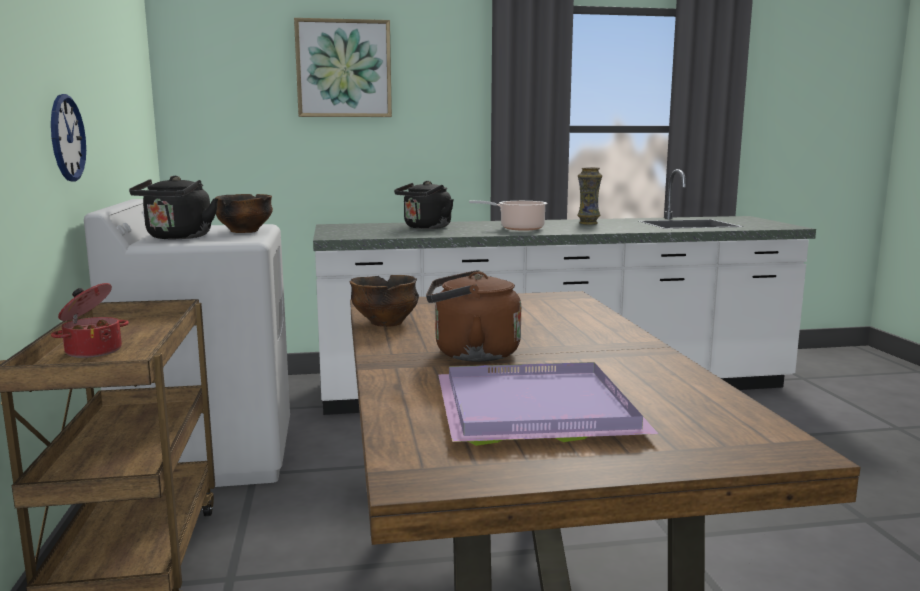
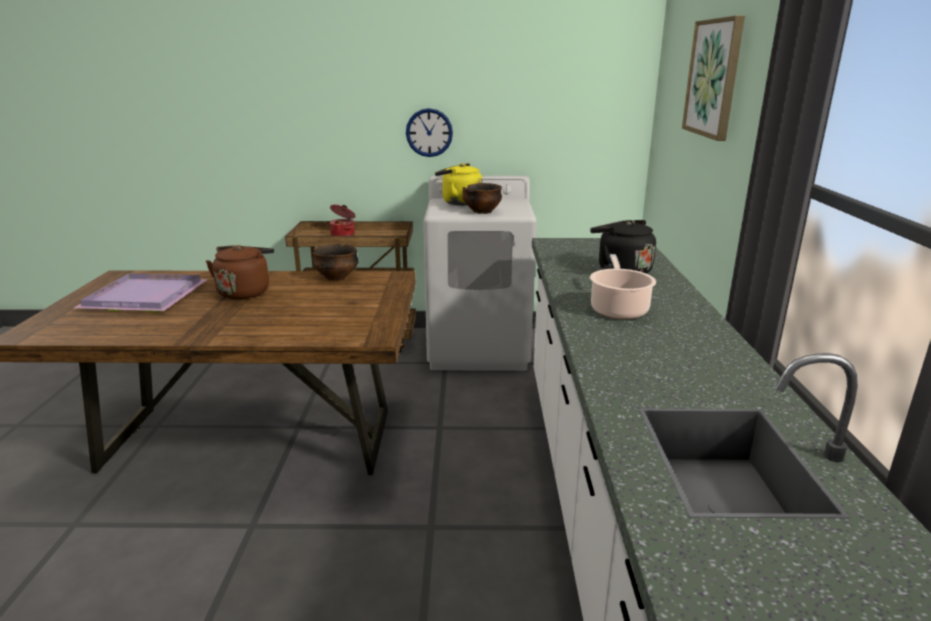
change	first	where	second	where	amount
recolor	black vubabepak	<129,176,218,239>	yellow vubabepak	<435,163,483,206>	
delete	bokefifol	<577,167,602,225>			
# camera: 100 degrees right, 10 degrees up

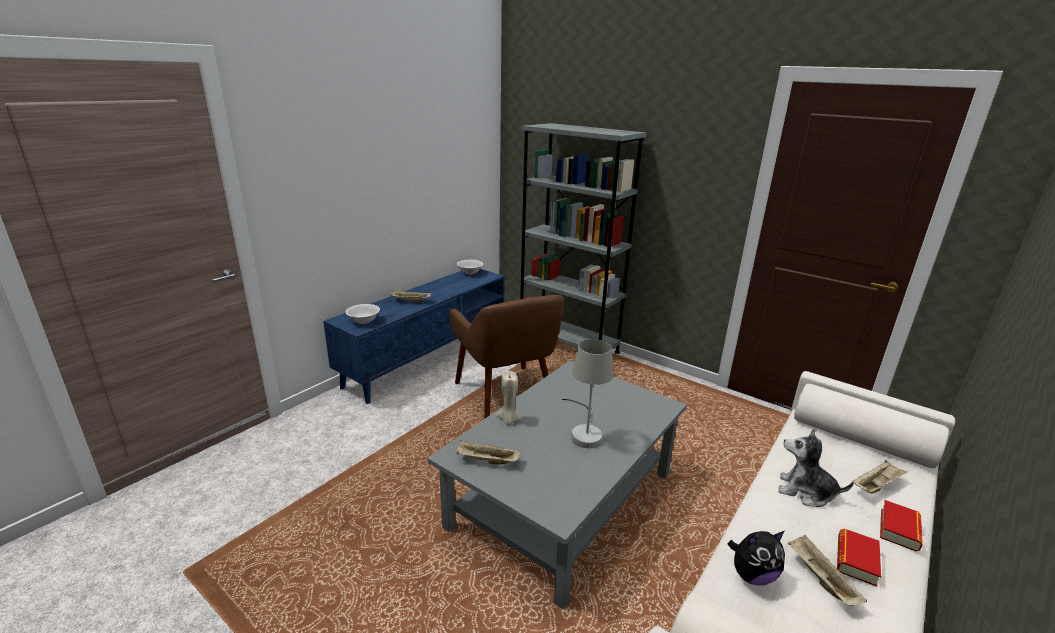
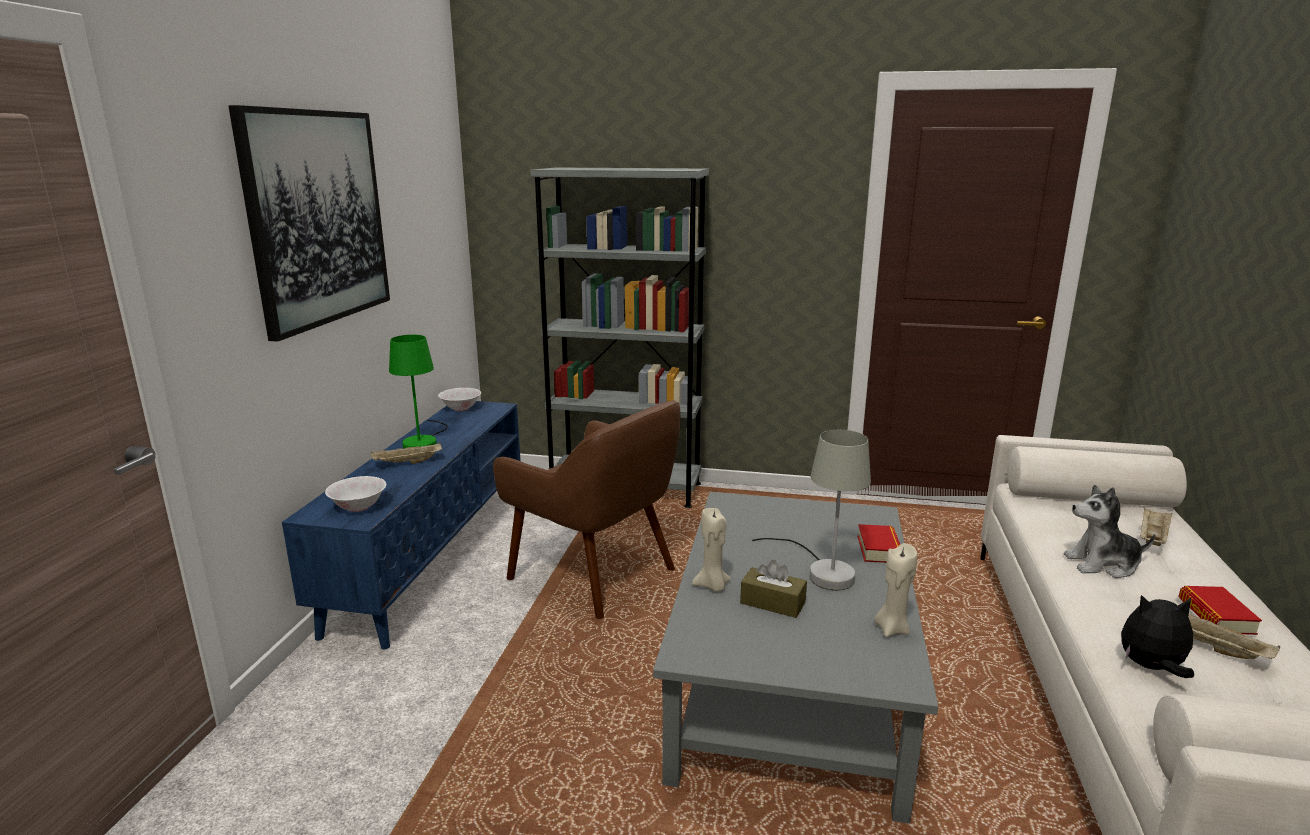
change	first	where	second	where	amount
insert			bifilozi	<228,105,390,342>	
insert			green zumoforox	<389,335,448,449>	
insert			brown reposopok	<740,560,807,618>	
move	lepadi	<880,500,923,551>		<857,524,900,563>	
insert			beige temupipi	<874,543,917,637>	
rotate	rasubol	<728,531,785,586>		<1121,595,1194,678>	135 degrees counterclockwise
delete	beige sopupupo	<456,440,521,464>			
# camera: 25 degrees left, 5 degrees down

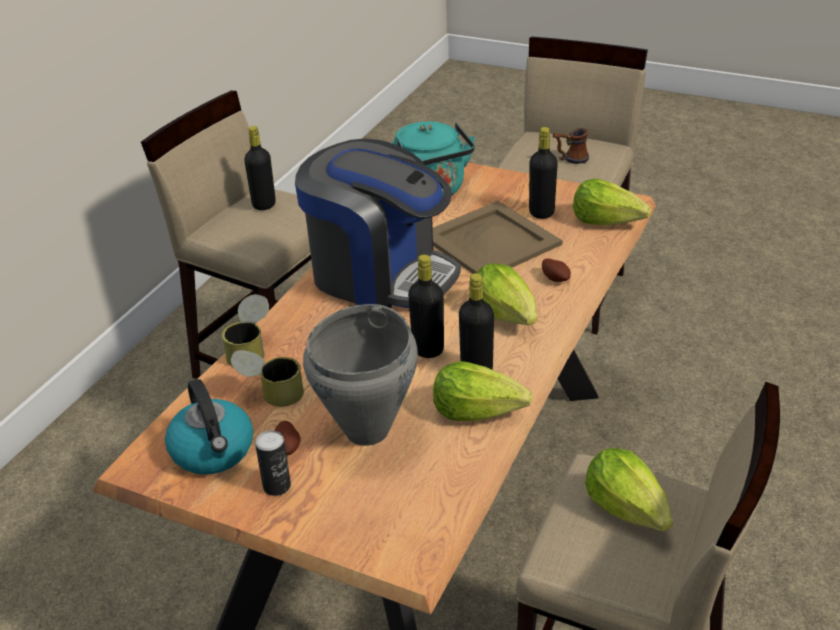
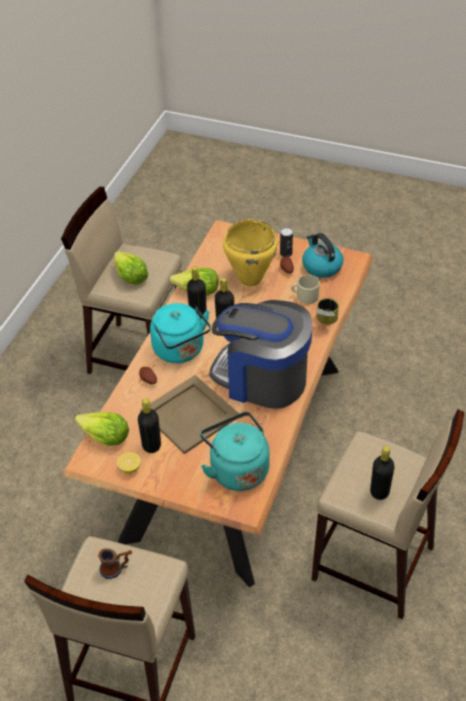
change	first	where	second	where	amount
insert			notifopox	<117,452,141,473>	
replace	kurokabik	<477,263,537,325>	turquoise vubabepak	<150,303,211,363>	
recolor	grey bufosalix	<303,304,418,446>	yellow bufosalix	<223,219,277,287>	
replace	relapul	<230,350,304,407>	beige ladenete	<291,275,320,304>	
# camera: 175 degrees right, 10 degrees up

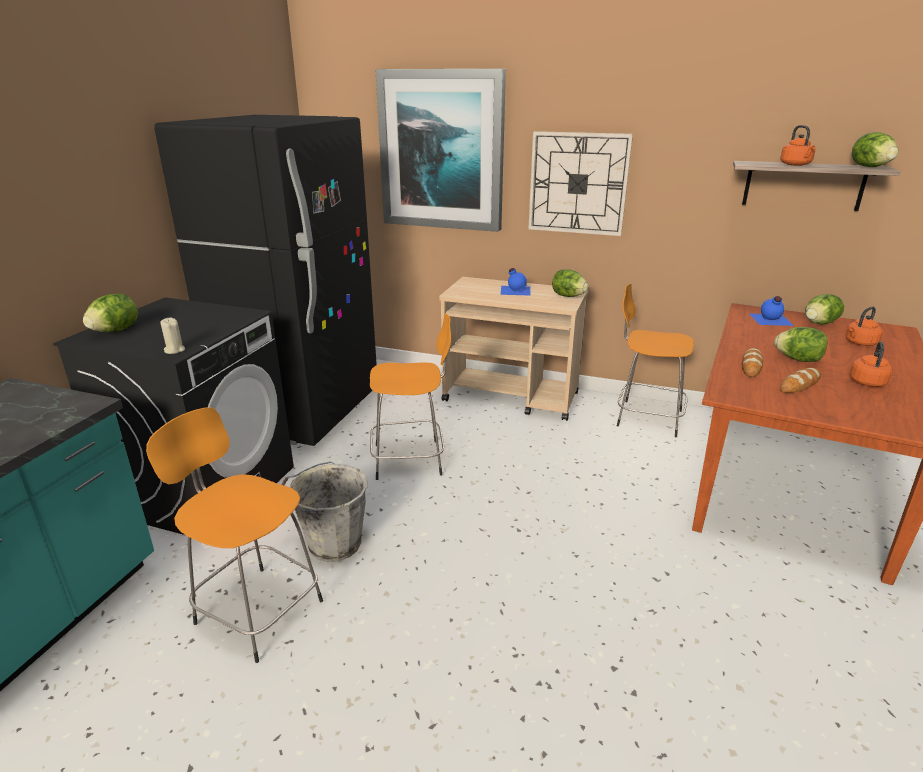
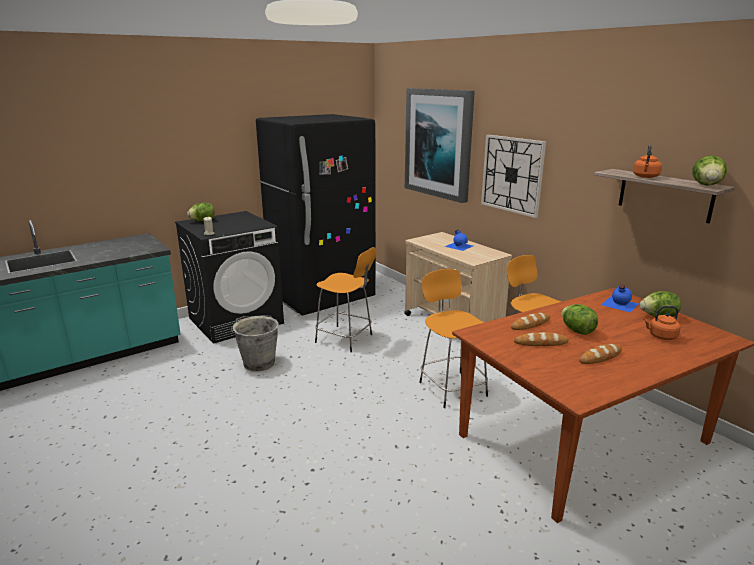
change	first	where	second	where	amount
move	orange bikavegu	<146,407,323,663>		<419,269,488,408>	
replace	orange vubabepak	<850,342,893,387>	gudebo	<579,344,622,364>	
delete	kurokabik	<552,269,589,297>			
# camera: 35 degrees right, 5 degrees down

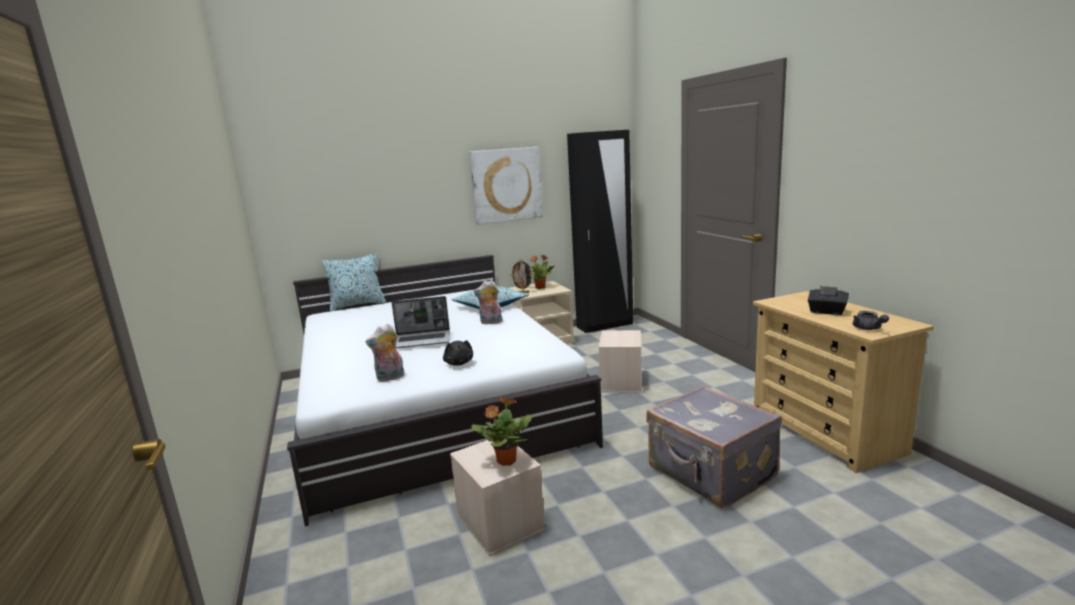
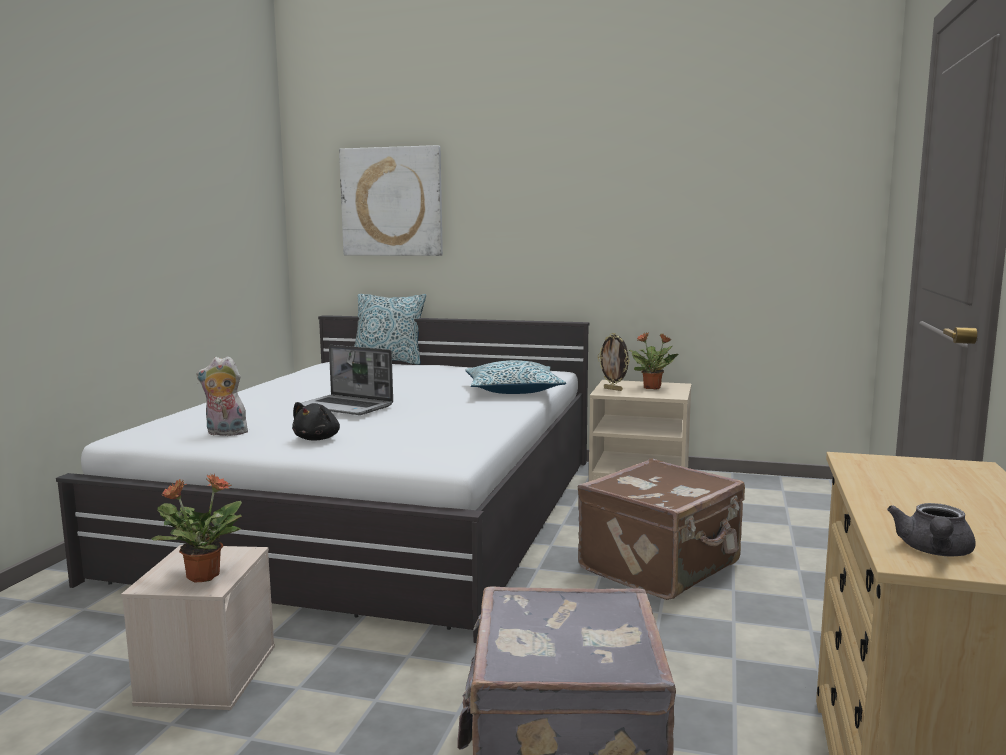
change	first	where	second	where	amount
move	bifilozi	<469,147,543,225>		<339,145,443,256>	
replace	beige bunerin	<599,330,642,393>	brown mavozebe	<578,458,745,600>	
delete	rasubol	<474,280,503,325>			
delete	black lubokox	<567,130,633,333>			
delete	black reposopok	<808,286,849,315>			
# camera: 35 degrees right, 5 degrees down

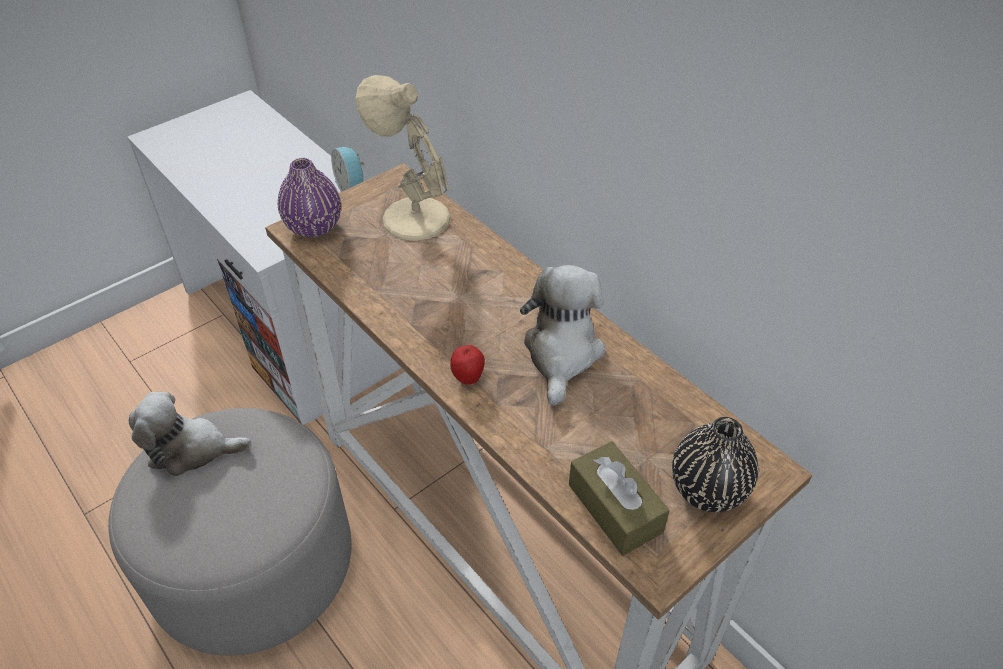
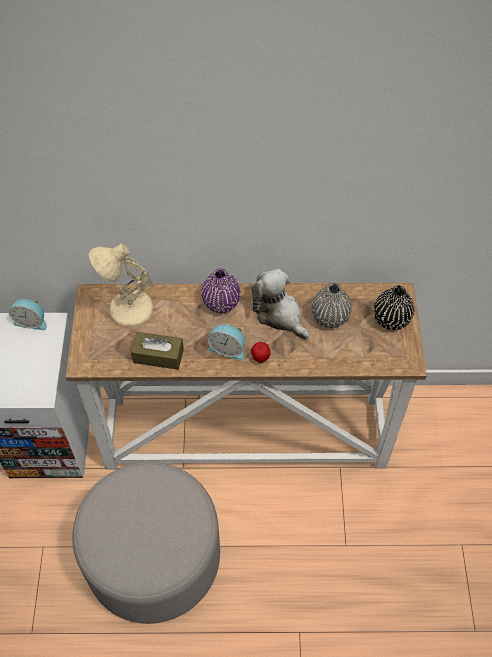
change	first	where	second	where	amount
move	brown reposopok	<569,441,670,556>		<131,332,184,370>	
move	purple bokefifol	<278,158,341,237>		<201,268,241,313>	
insert			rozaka	<208,324,245,361>	
insert			grey bokefifol	<312,283,352,328>	
delete	rasubol	<129,392,251,476>			
# camera: 50 degrees left, 10 degrees up

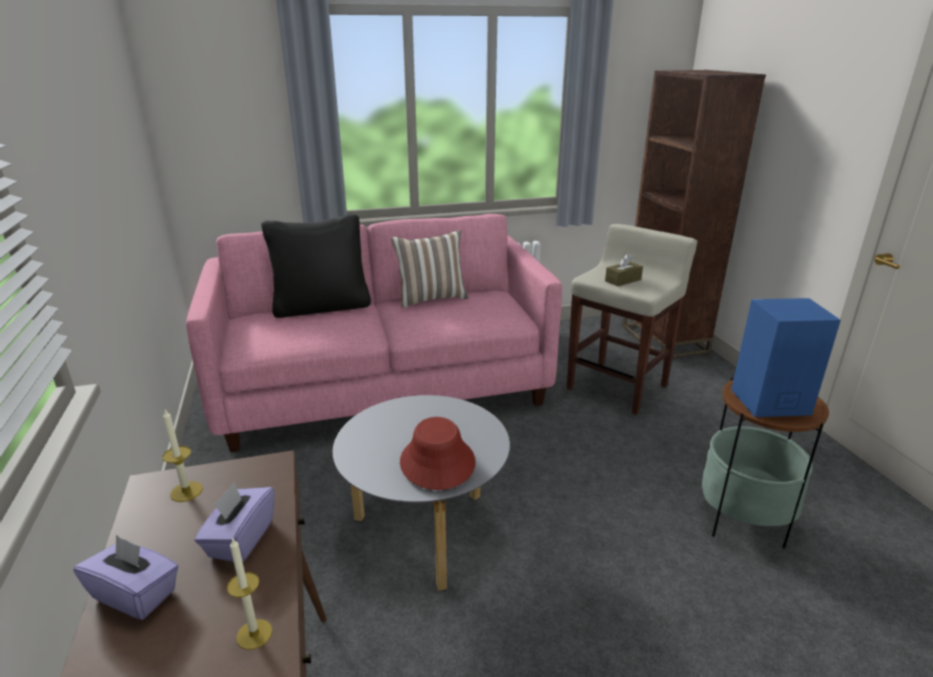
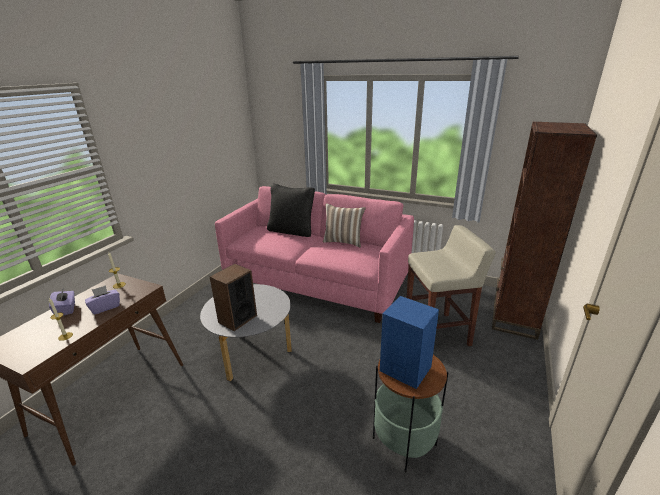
change	first	where	second	where	amount
replace	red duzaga	<400,417,476,490>	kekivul	<210,264,257,331>	
delete	brown reposopok	<605,253,643,286>			
# camera: 40 degrees right, 0 degrees up

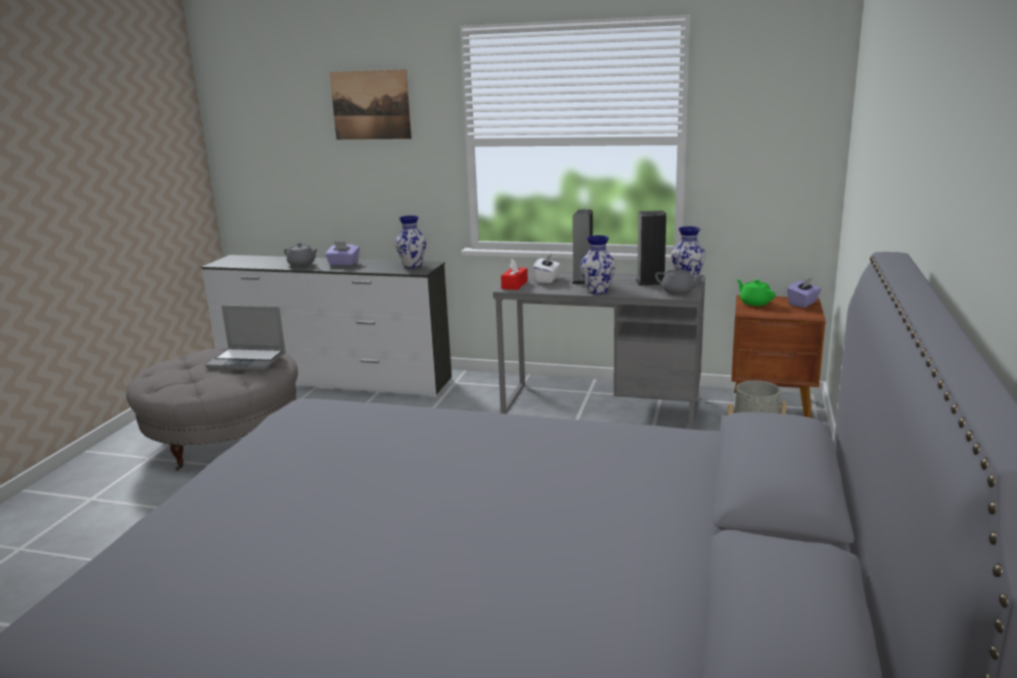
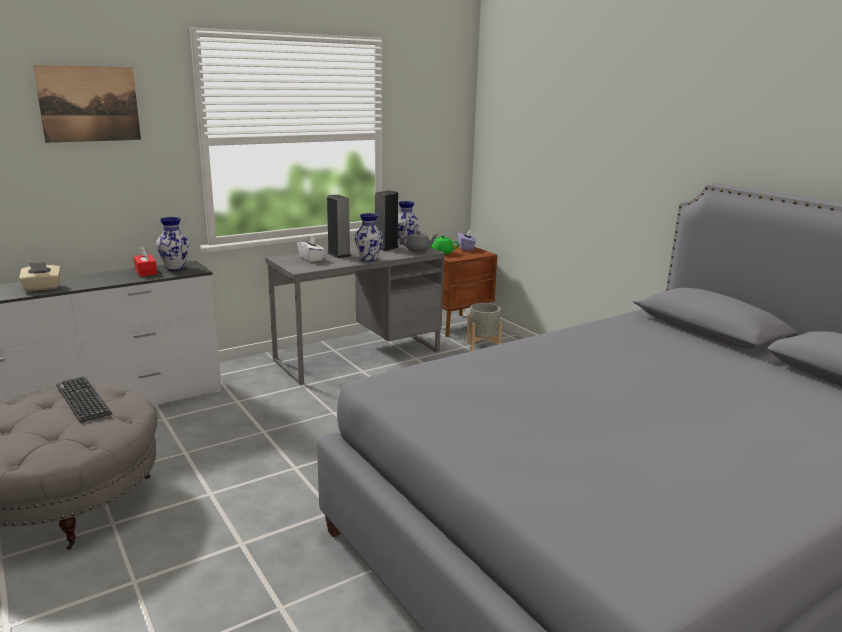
change	first	where	second	where	amount
replace	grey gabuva	<284,243,318,267>	beige reposopok	<19,262,61,291>	
replace	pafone	<205,306,286,371>	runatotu	<56,377,112,422>	
move	red reposopok	<501,258,528,290>		<134,246,157,276>	
delete	purple reposopok	<325,241,360,266>			
# camera: 50 degrees left, 0 degrees up

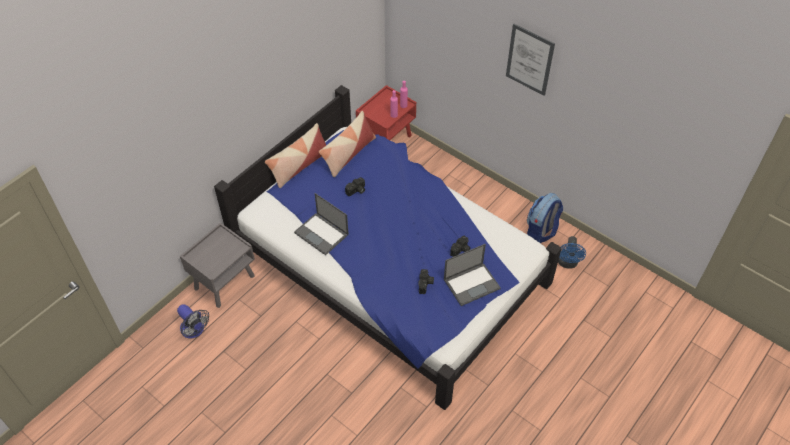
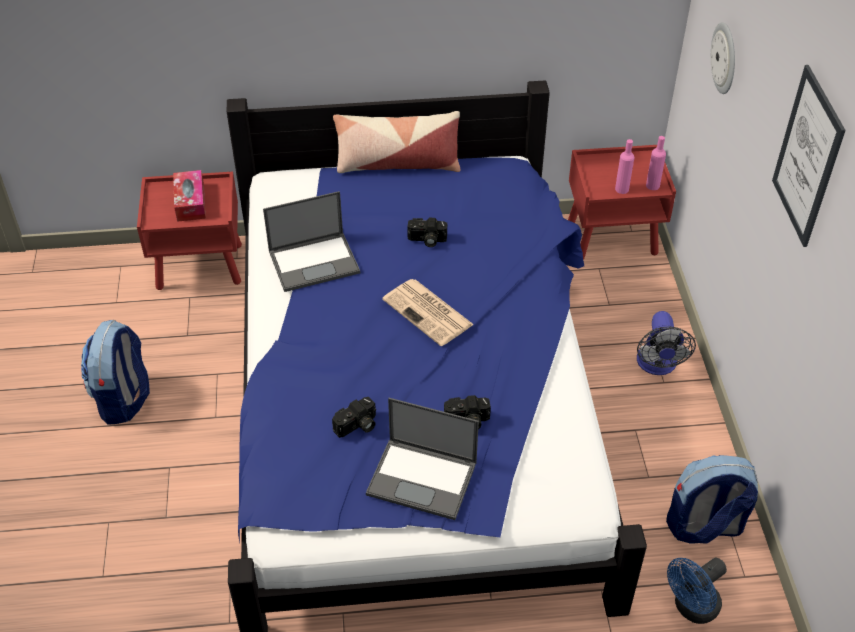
change	first	where	second	where	amount
insert			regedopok	<81,320,150,425>	
recolor	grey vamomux	<180,223,255,308>	red vamomux	<137,172,242,290>	
insert			reposopok	<173,170,206,222>	
rotate	pafone	<294,193,349,256>		<263,191,360,292>	105 degrees counterclockwise
insert			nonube	<382,279,474,346>	
move	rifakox	<177,304,209,338>		<637,311,696,375>	
insert			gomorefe	<711,22,735,94>	
delete	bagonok	<319,111,376,177>			
# camera: 45 degrees right, 5 degrees down

